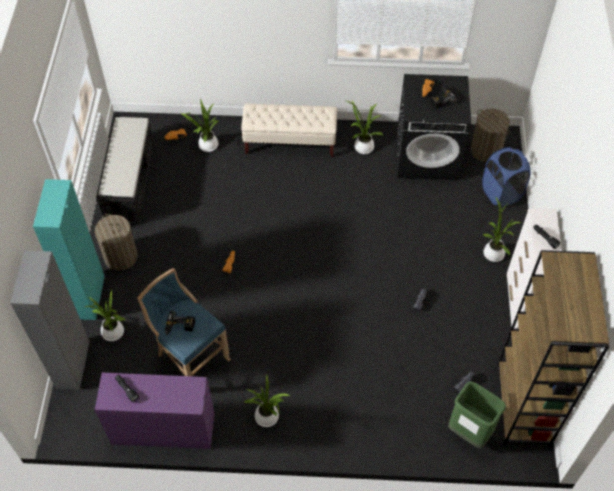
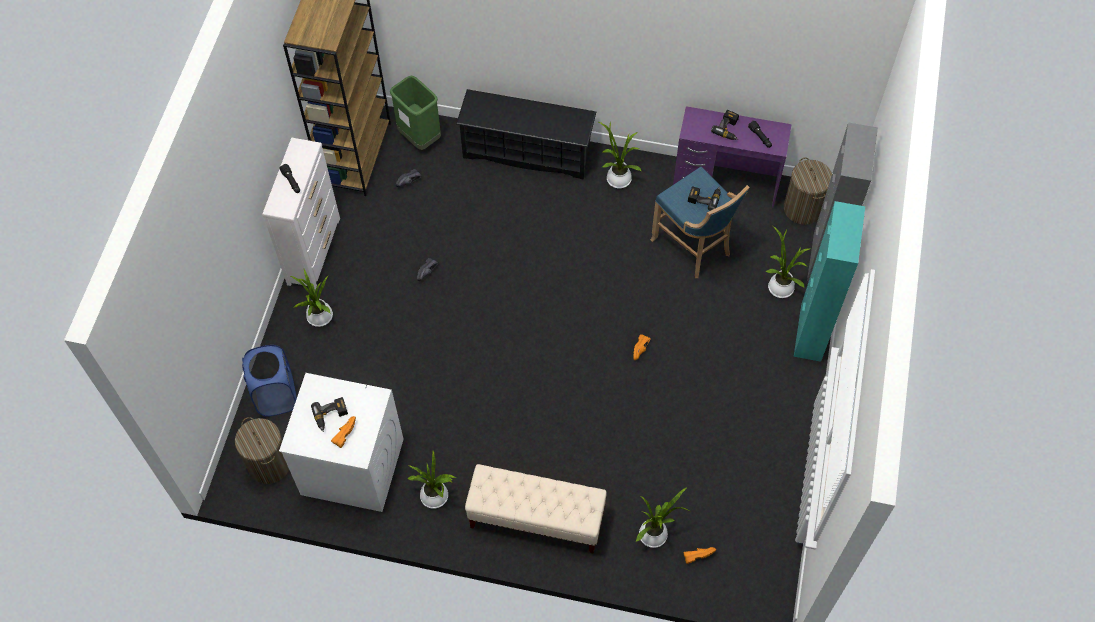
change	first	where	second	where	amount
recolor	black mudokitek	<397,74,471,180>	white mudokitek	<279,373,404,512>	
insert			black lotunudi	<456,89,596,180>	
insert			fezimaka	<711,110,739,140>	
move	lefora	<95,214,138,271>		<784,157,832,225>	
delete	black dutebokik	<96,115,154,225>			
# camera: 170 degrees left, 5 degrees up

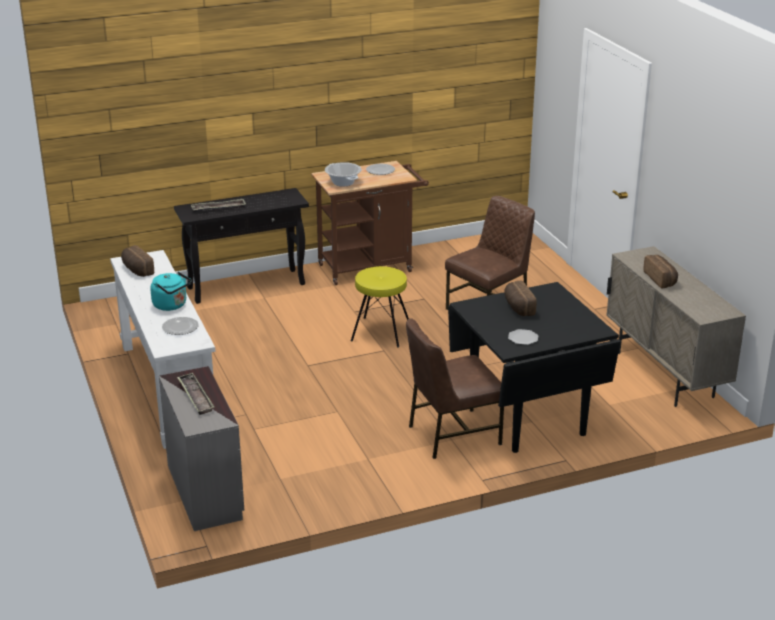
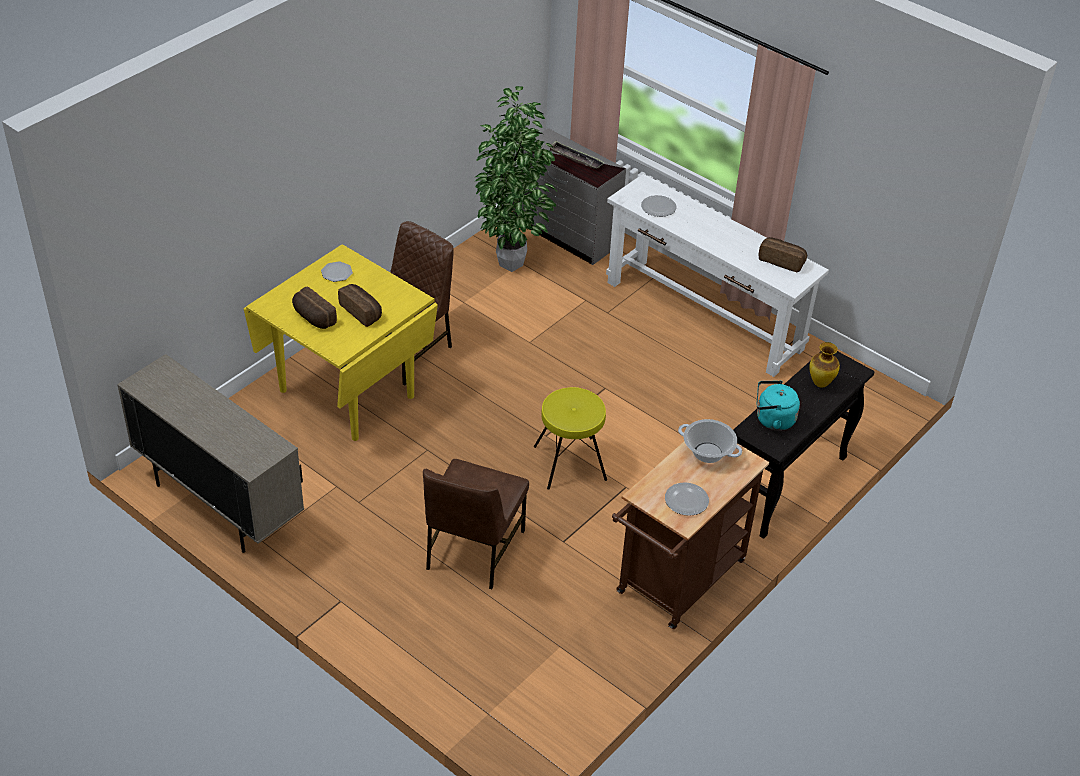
change	first	where	second	where	amount
recolor	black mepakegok	<448,282,621,453>	yellow mepakegok	<244,244,438,441>	
move	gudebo	<643,255,678,289>		<292,287,337,329>	
insert			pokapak	<475,86,558,272>	
move	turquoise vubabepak	<150,272,192,311>		<757,381,800,431>	
replace	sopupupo	<191,198,246,212>	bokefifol	<809,342,840,387>	
# camera: 150 degrees right, 15 degrees up

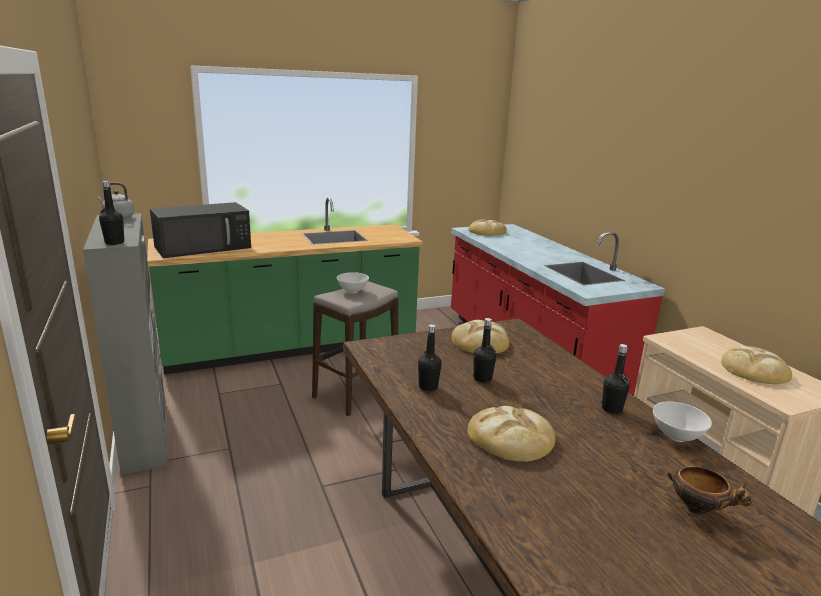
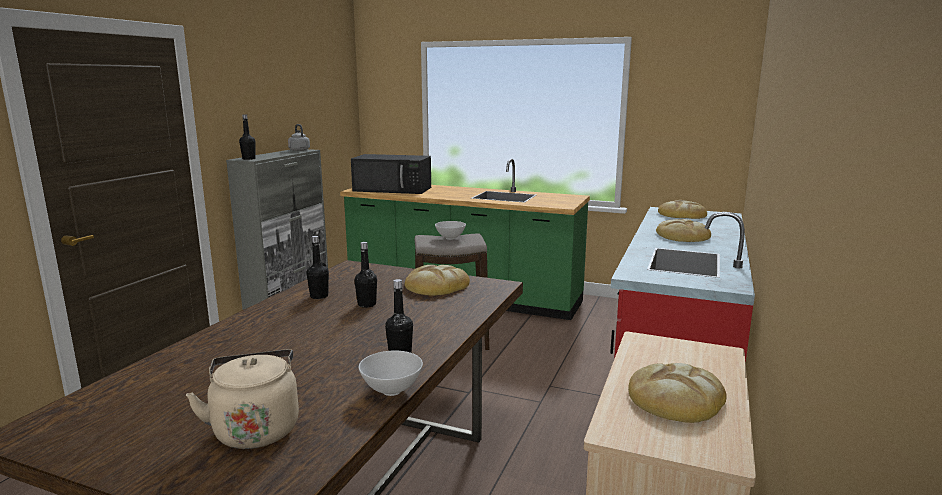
change	first	where	second	where	amount
replace	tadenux	<668,466,752,519>	beige vubabepak	<186,349,299,449>	
move	gudebo	<467,406,555,462>		<656,219,711,242>	
# camera: 45 degrees right, 5 degrees down

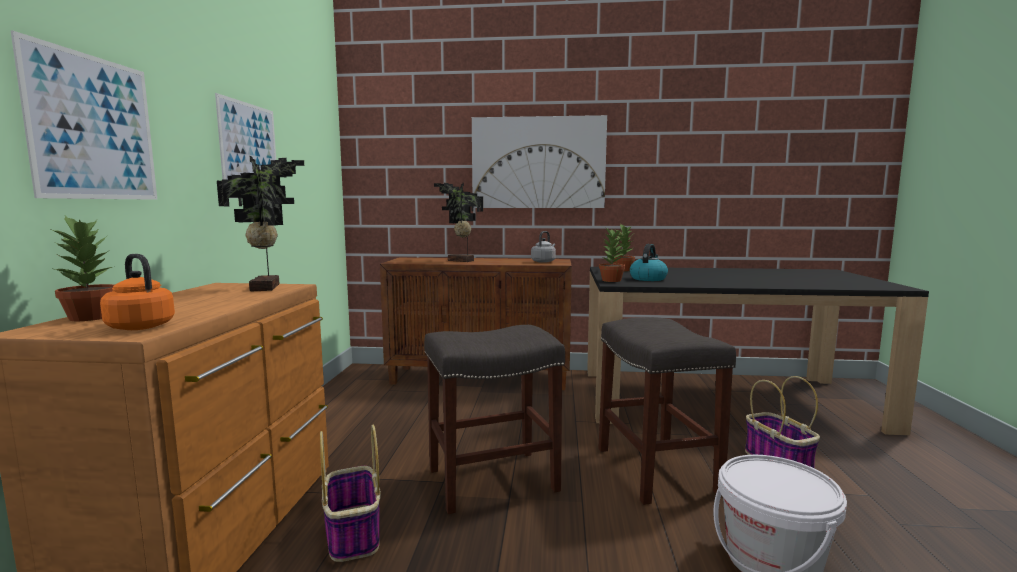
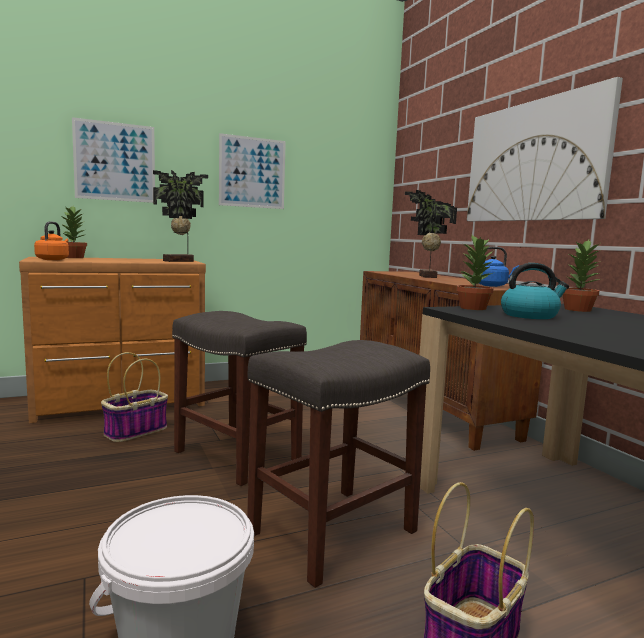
change	first	where	second	where	amount
recolor	grey vubabepak	<531,231,556,263>	blue vubabepak	<479,246,519,287>	
# camera: 60 degrees right, 0 degrees up

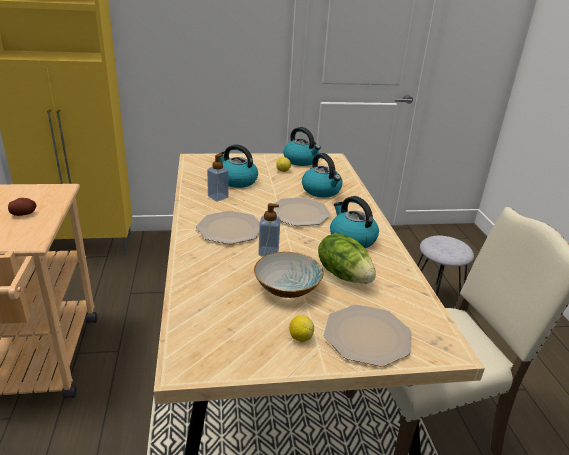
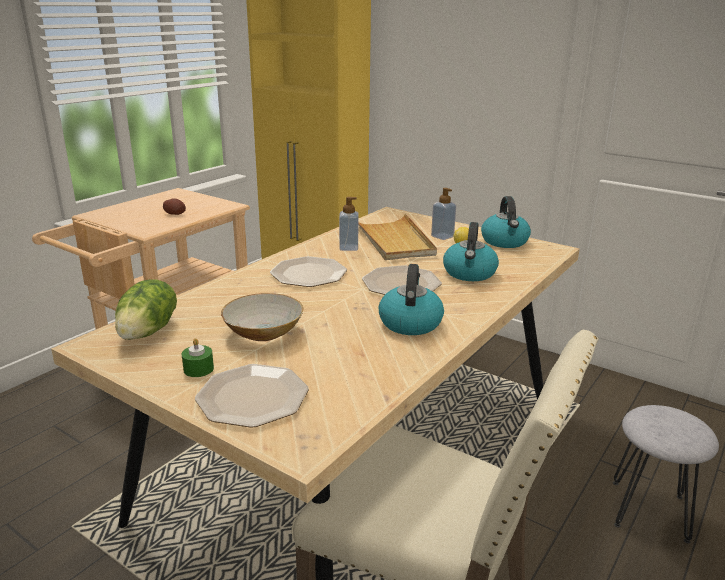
change	first	where	second	where	amount
move	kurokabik	<318,233,376,284>		<115,279,177,340>	
replace	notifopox	<289,315,314,342>	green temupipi	<182,338,214,377>	
replace	vubabepak	<217,144,258,188>	beige sopupupo	<358,213,437,260>	
move	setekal	<258,203,281,257>		<431,188,456,240>	
# camera: 45 degrees right, 5 degrees down

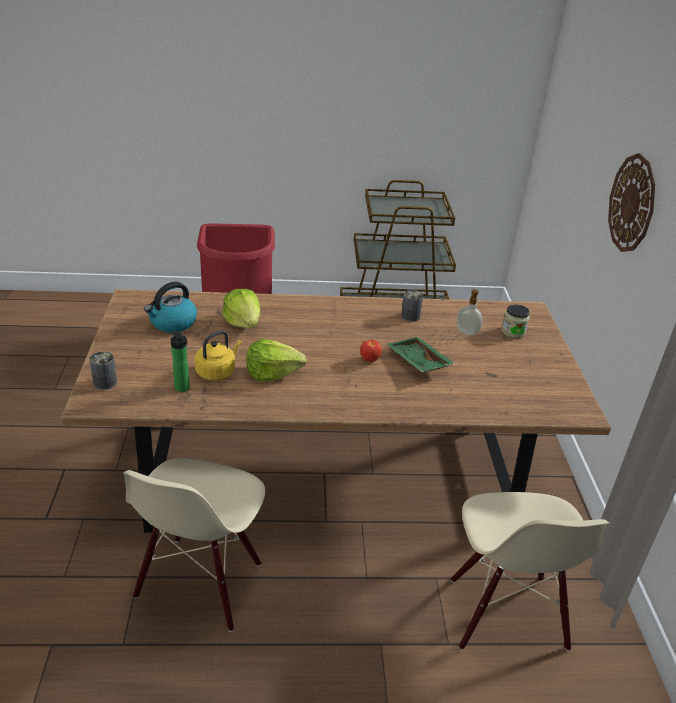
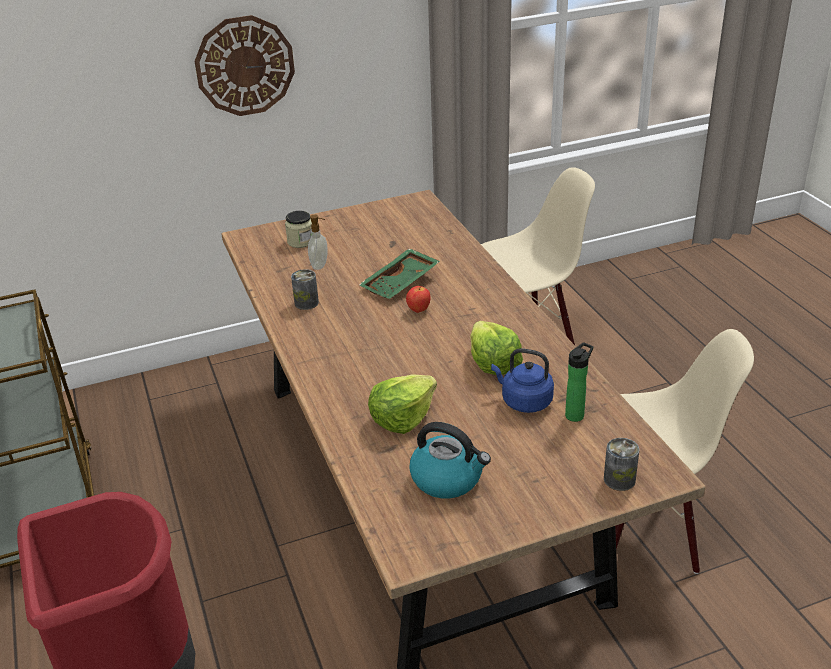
change	first	where	second	where	amount
recolor	yellow vubabepak	<194,330,242,381>	blue vubabepak	<491,348,554,413>	
# camera: 105 degrees left, 0 degrees up

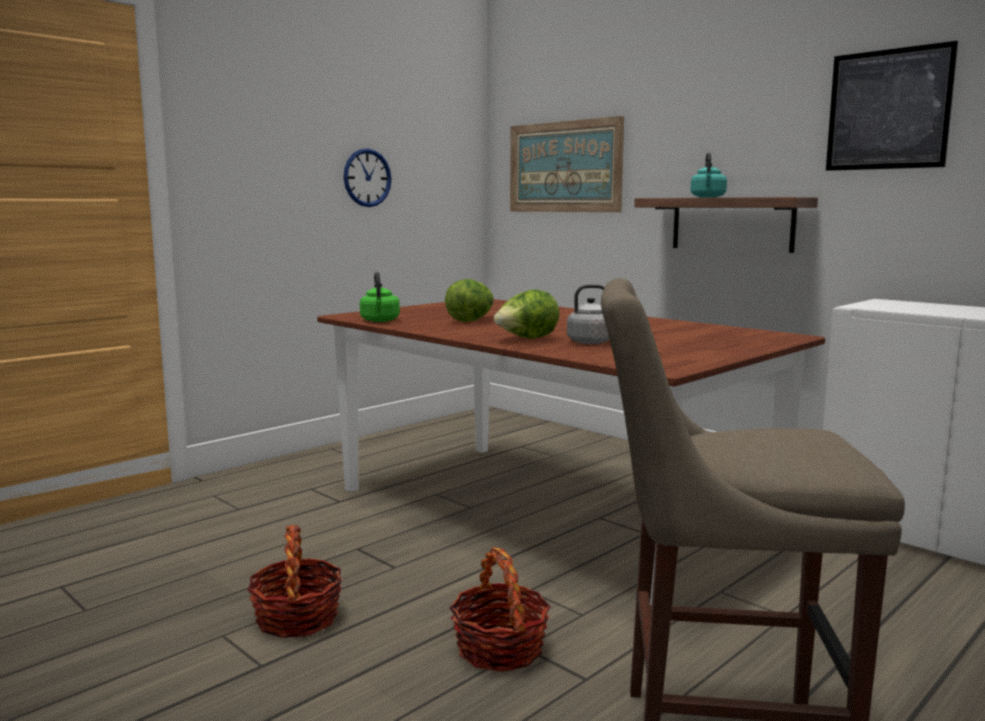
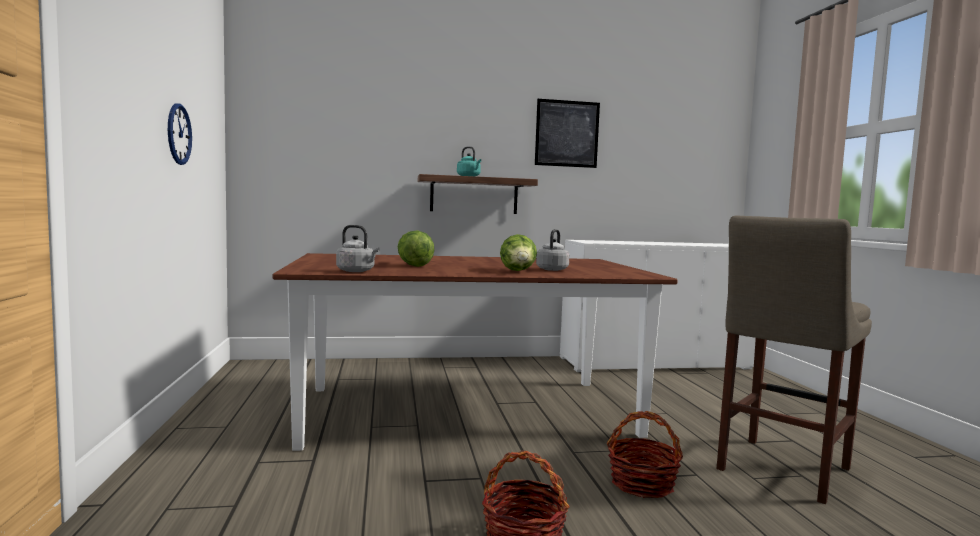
change	first	where	second	where	amount
recolor	green vubabepak	<360,271,400,322>	grey vubabepak	<336,225,380,272>	
delete	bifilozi	<510,116,624,212>			
# camera: 55 degrees left, 5 degrees down

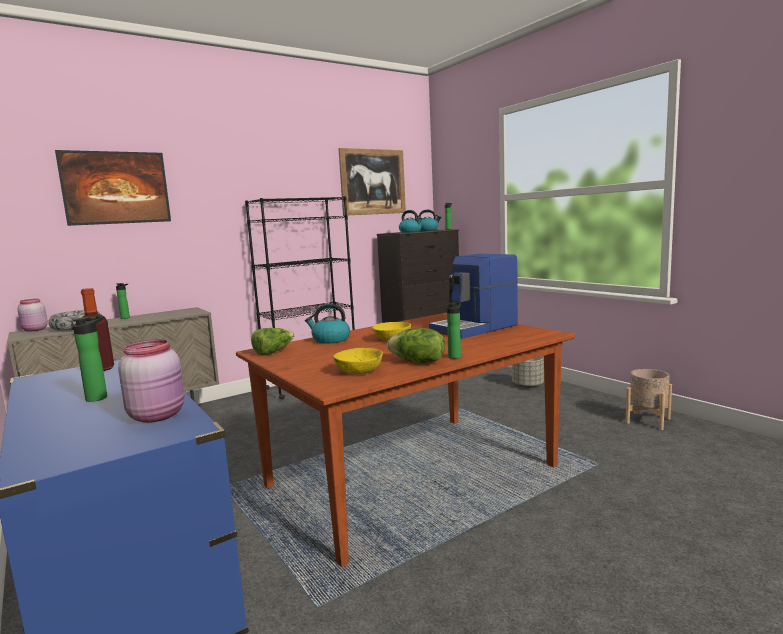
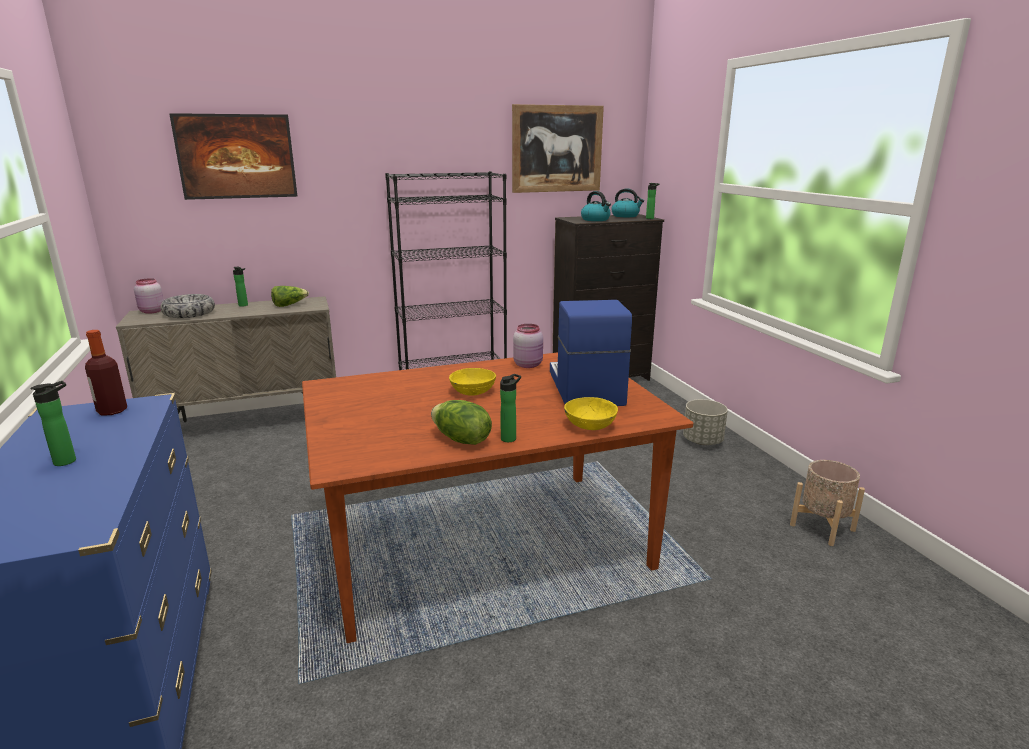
change	first	where	second	where	amount
move	kurokabik	<251,328,294,356>		<271,286,309,307>	
move	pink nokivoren	<118,339,185,423>		<513,324,543,368>	
rotate	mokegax	<429,254,518,339>		<550,300,632,406>	105 degrees clockwise
move	yellow tadenux	<333,348,383,374>		<564,397,618,430>	
delete	vubabepak	<305,304,350,344>			
# camera: 15 degrees right, 10 degrees up

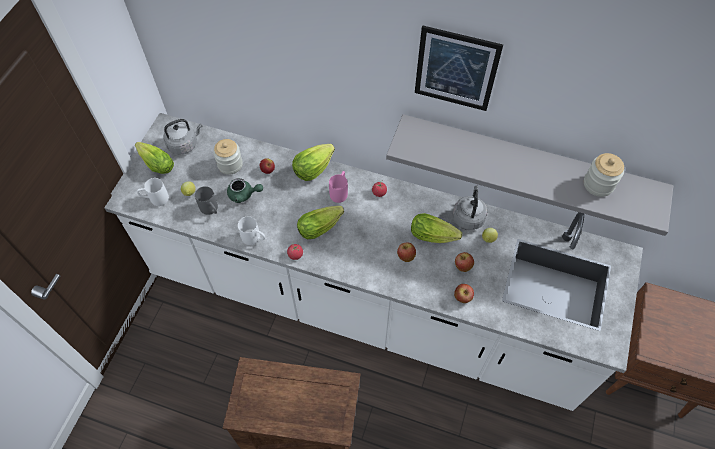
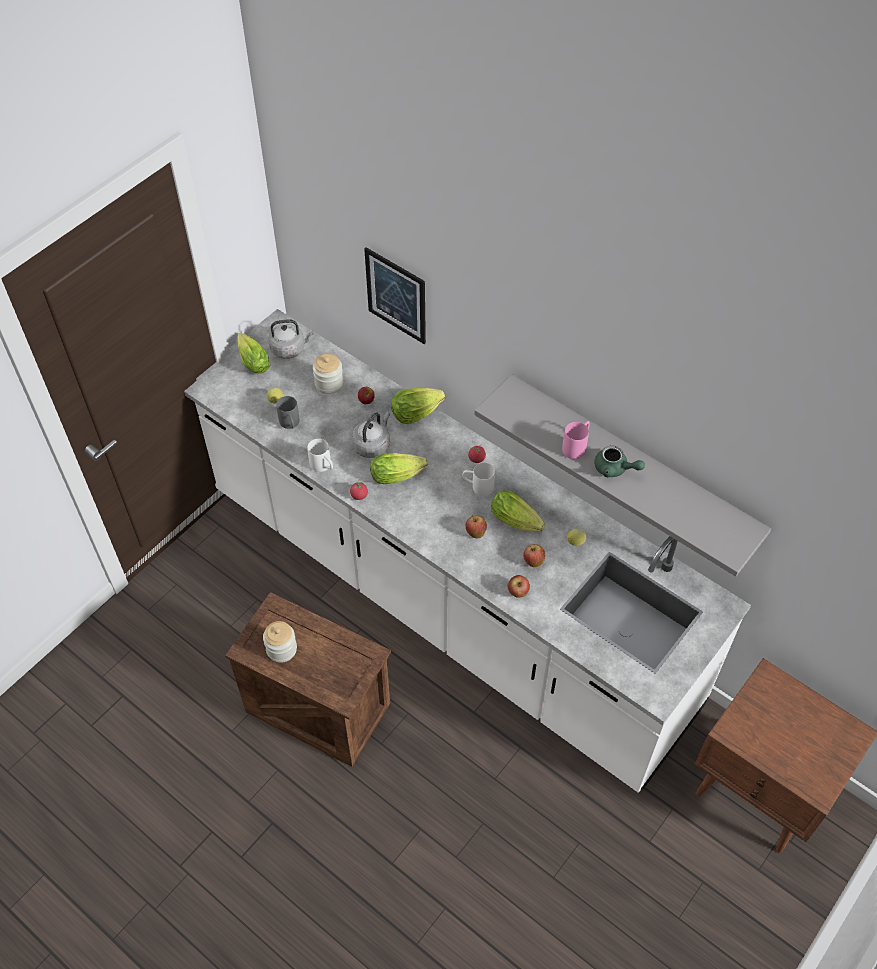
change	first	where	second	where	amount
move	nokivoren	<584,153,624,197>		<263,621,297,663>	
move	grey vubabepak	<453,186,488,230>		<352,412,390,458>	
move	bifilozi	<415,25,503,111>		<364,247,426,344>	
move	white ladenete	<137,178,169,206>		<462,463,495,496>	
move	pink ladenete	<329,171,348,203>		<562,421,590,459>	
move	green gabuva	<227,178,263,203>		<594,446,645,477>	
# camera: 20 degrees right, 5 degrees down

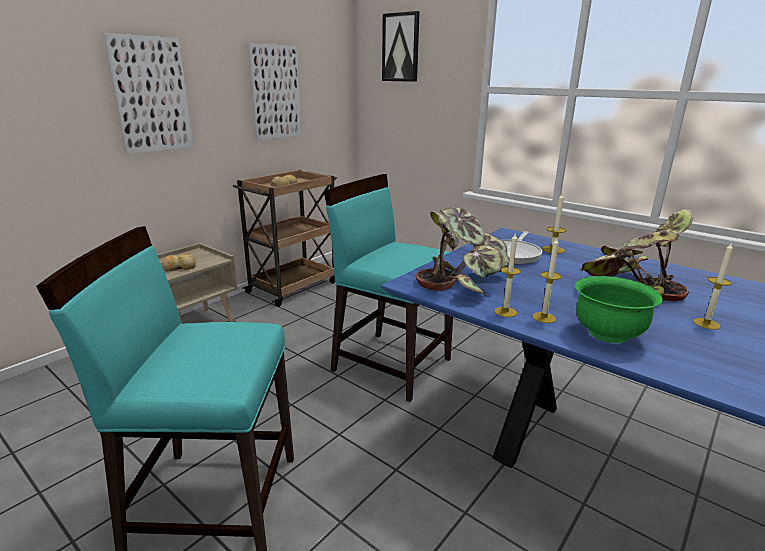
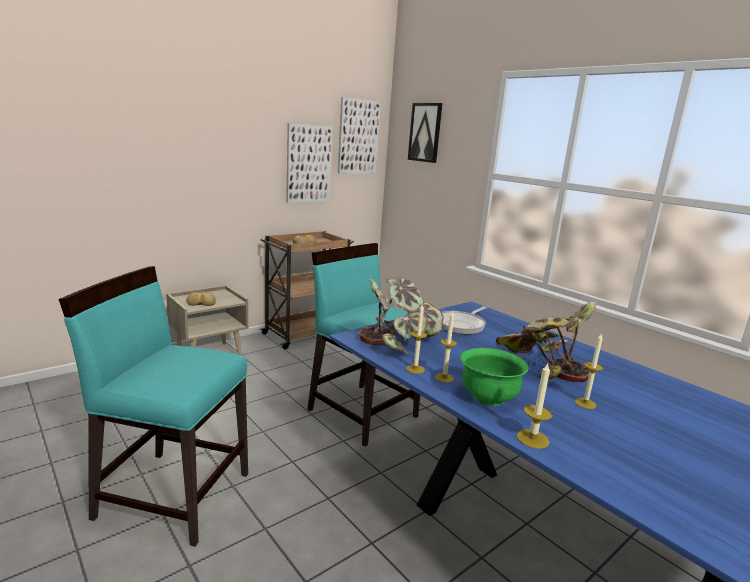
change	first	where	second	where	amount
move	bifilozi	<102,33,194,154>		<338,97,381,174>	
move	temupipi	<542,192,566,254>		<517,363,552,449>	
# camera: 10 degrees right, 5 degrees down

